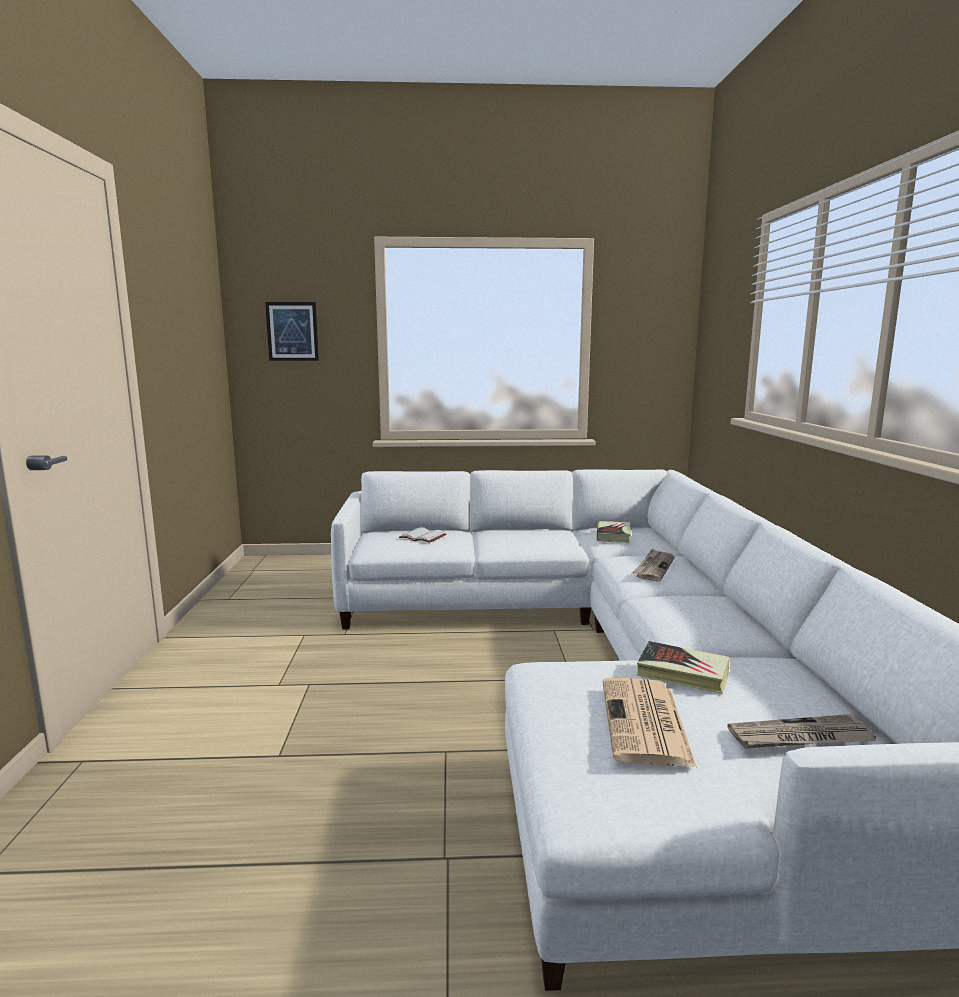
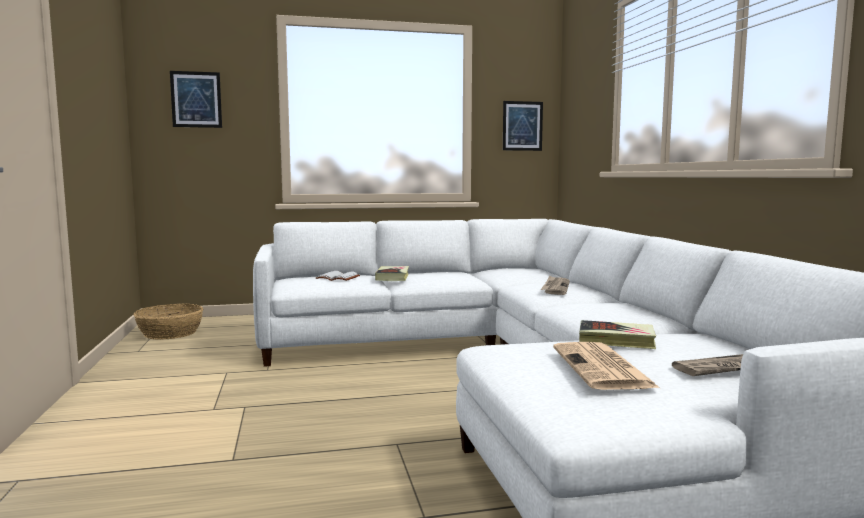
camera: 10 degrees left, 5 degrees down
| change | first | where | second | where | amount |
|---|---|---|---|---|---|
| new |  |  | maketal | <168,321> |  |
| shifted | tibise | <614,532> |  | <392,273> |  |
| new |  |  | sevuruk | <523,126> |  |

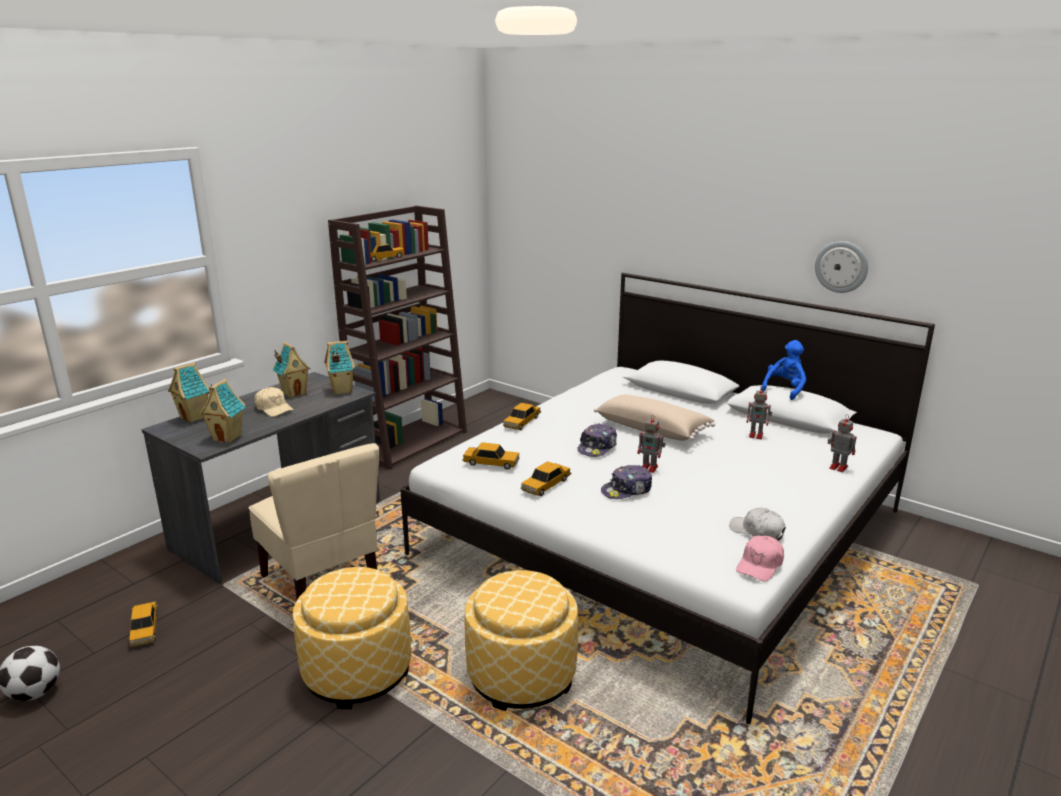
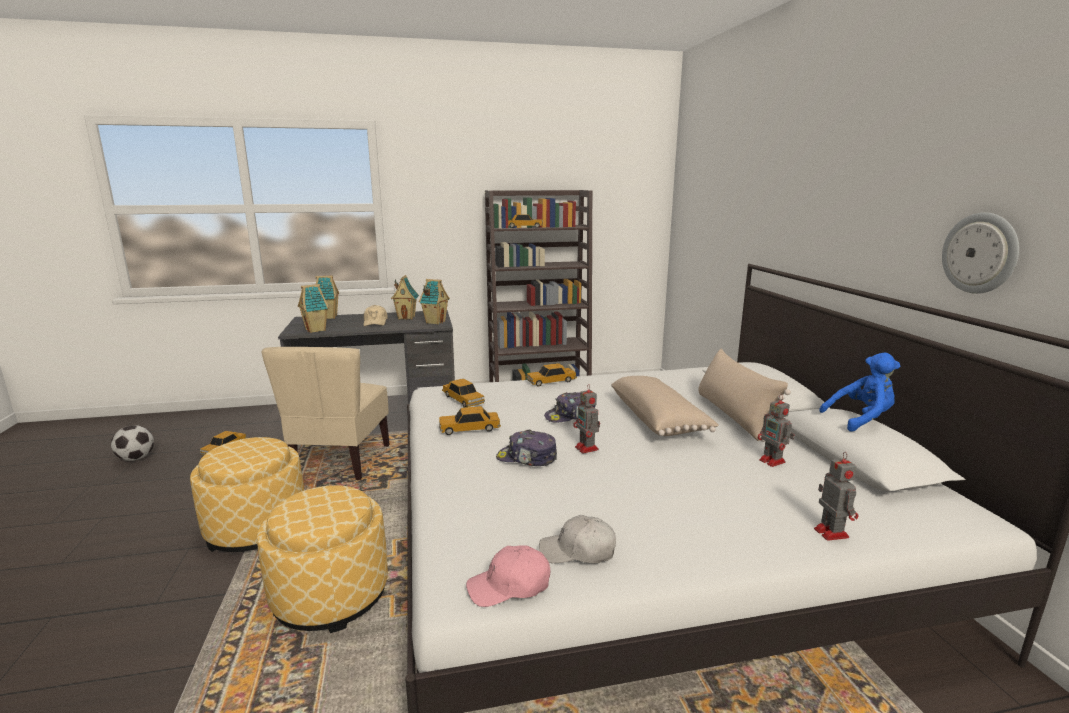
camera: 40 degrees right, 5 degrees down
| change | first | where | second | where | amount |
|---|---|---|---|---|---|
| rotated | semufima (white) | <757,524> |  | <577,539> | 75 degrees counterclockwise |
| new |  |  | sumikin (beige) | <744,395> |  |

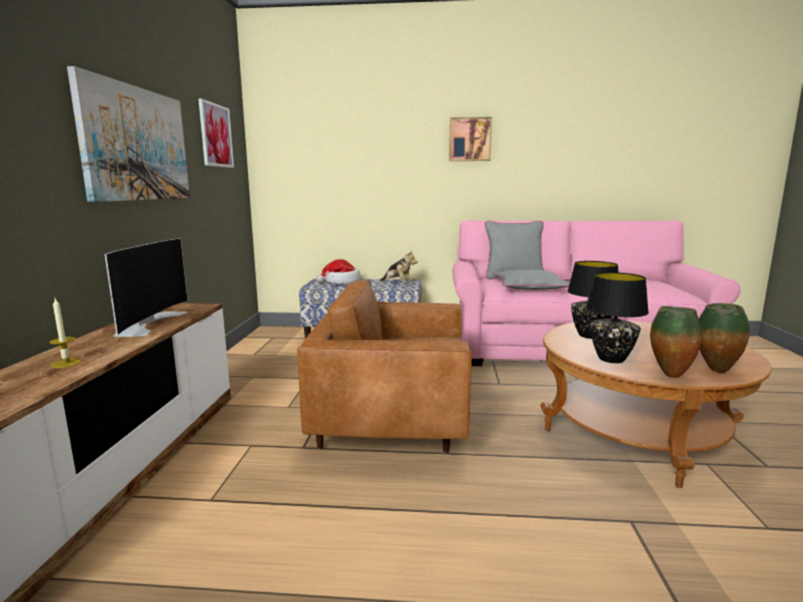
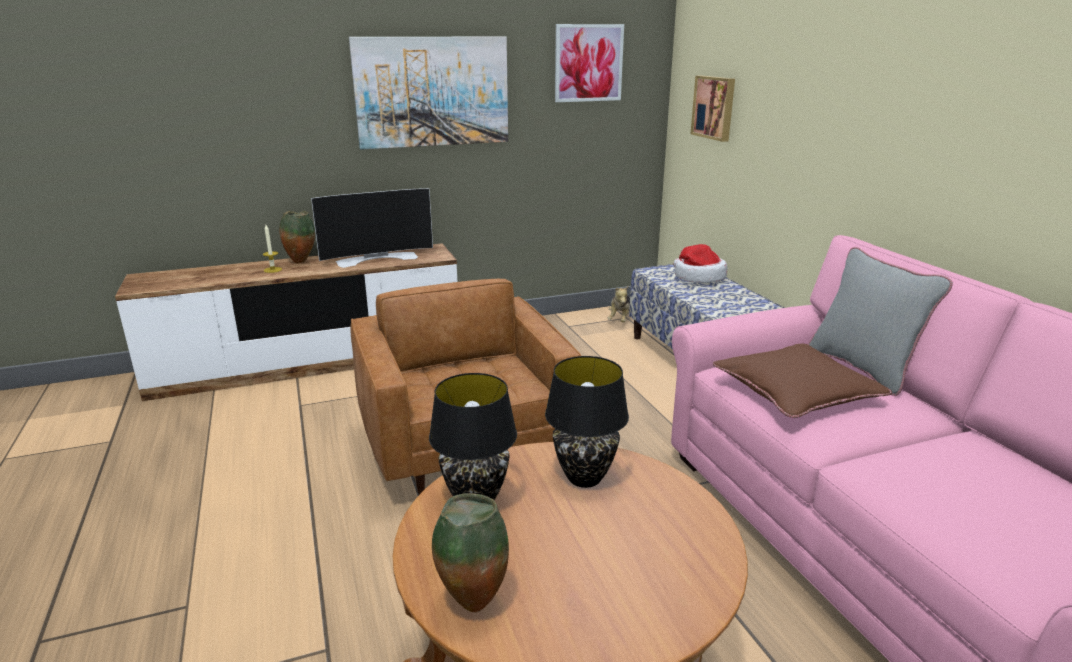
camera: 65 degrees right, 10 degrees up
| change | first | where | second | where | amount |
|---|---|---|---|---|---|
| shifted | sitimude | <676,342> |  | <297,237> |  |
| shifted | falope | <399,266> |  | <619,303> |  |
| shifted | sevuruk | <470,139> |  | <713,109> |  |
| repainted | sumikin (grey) | <532,280> | sumikin (brown) | <802,381> |  |

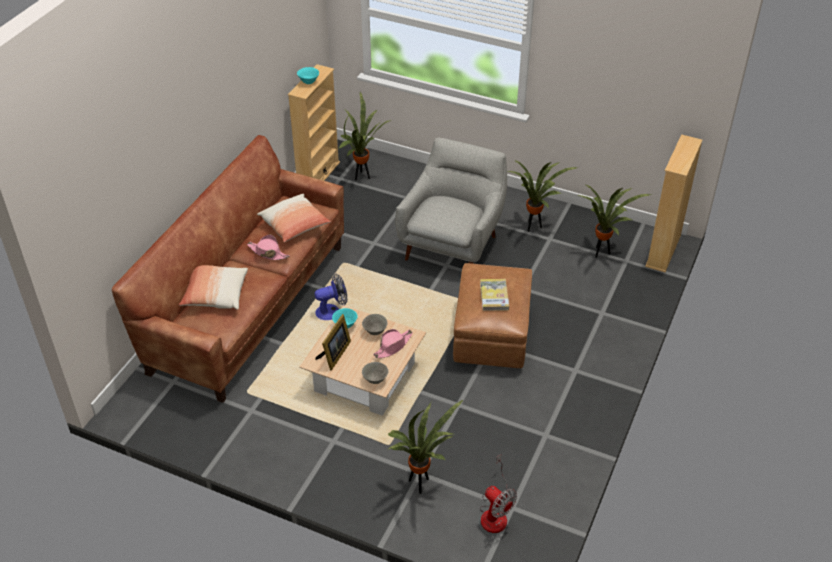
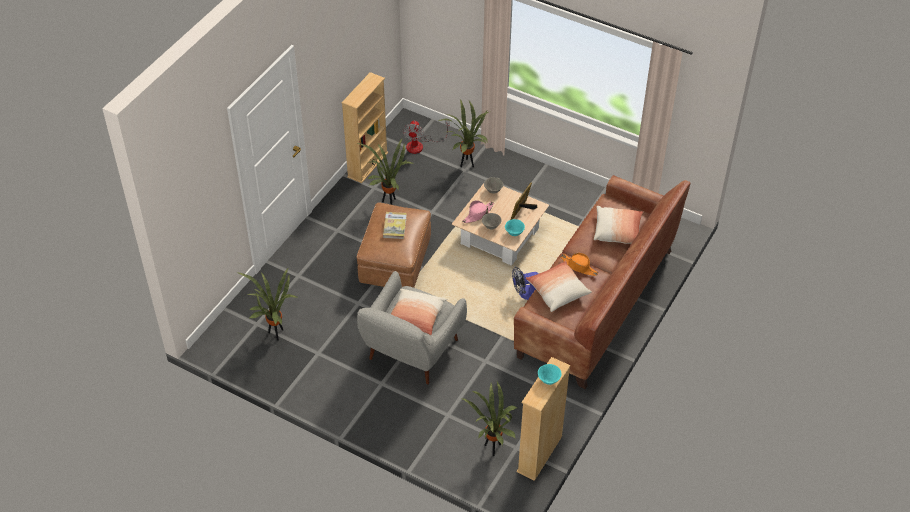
camera: 175 degrees left, 5 degrees up
| change | first | where | second | where | amount |
|---|---|---|---|---|---|
| shifted | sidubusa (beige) | <673,203> |  | <364,127> |  |
| shifted | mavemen | <543,196> |  | <385,172> |  |
| new |  |  | sumikin | <419,312> |  |
| rotated | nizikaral | <498,493> |  | <426,137> | 135 degrees counterclockwise |
| repainted | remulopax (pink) | <268,247> | remulopax (orange) | <579,264> |  |

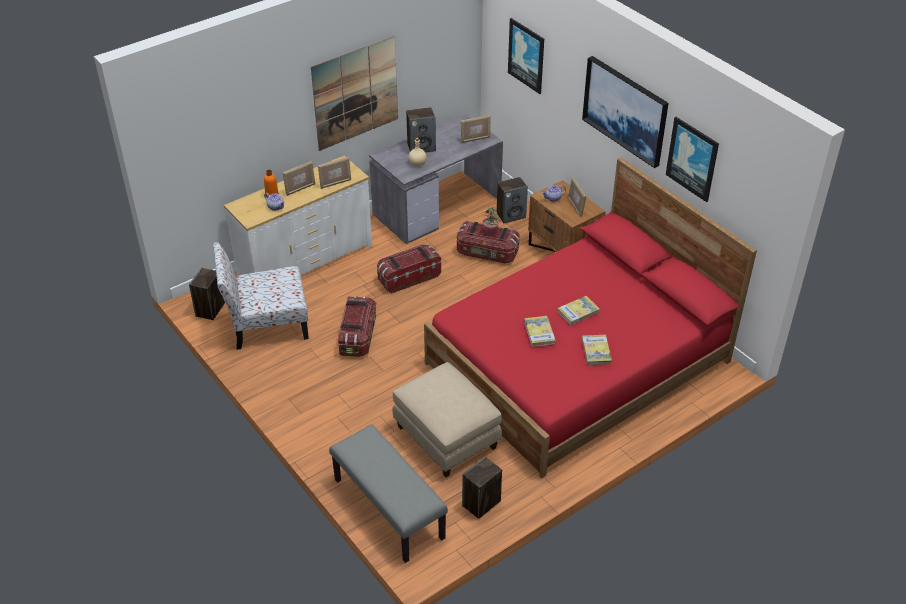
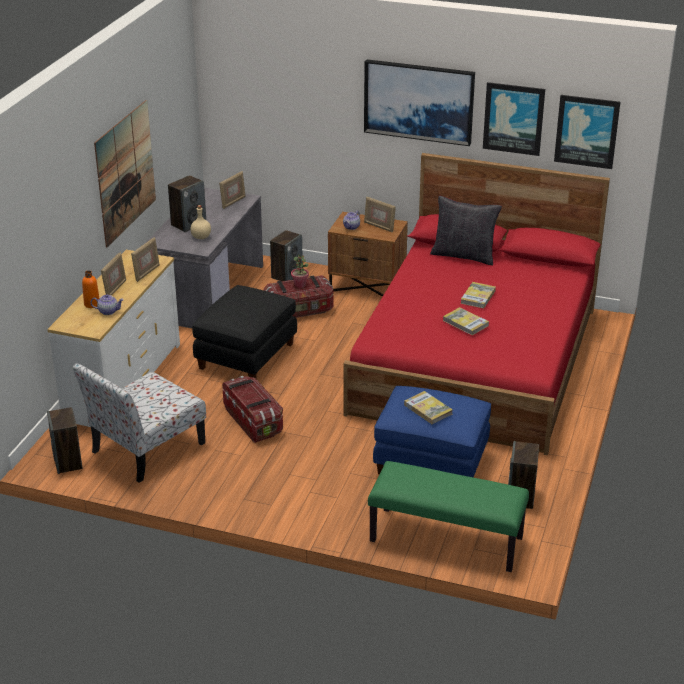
camera: 35 degrees left, 10 degrees down
| change | first | where | second | where | amount |
|---|---|---|---|---|---|
| swapped | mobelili | <409,269> | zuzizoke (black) | <244,331> |  |
| repainted | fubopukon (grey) | <388,493> | fubopukon (green) | <448,516> |  |
| repainted | zuzizoke (beige) | <447,419> | zuzizoke (blue) | <432,431> |  |
| shifted | tibise | <597,350> |  | <428,407> |  |
| new |  |  | sumikin (black) | <466,231> |  |
| shifted | sevuruk | <526,56> |  | <587,132> |  |

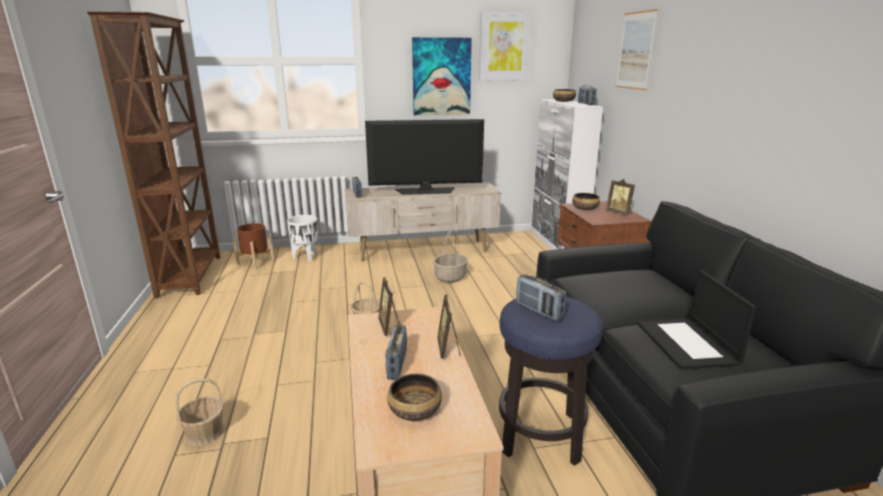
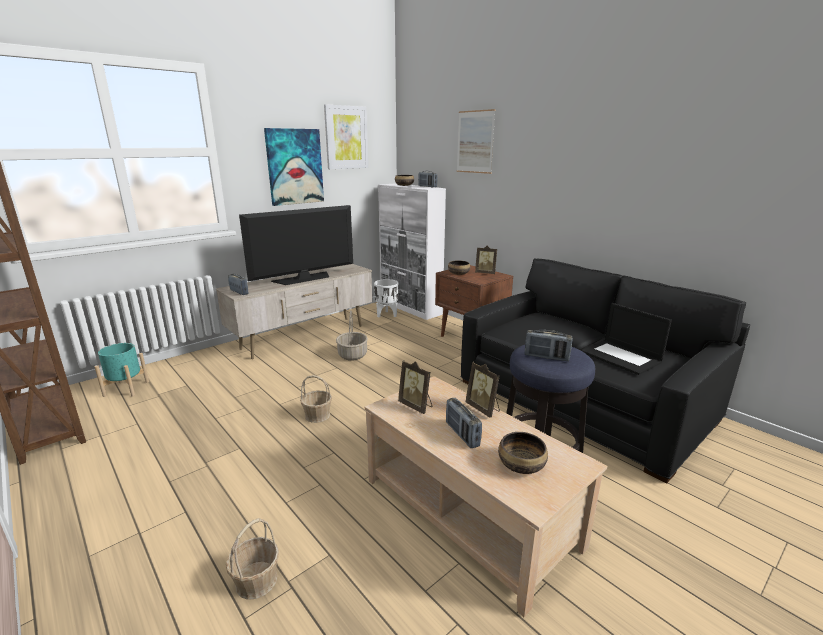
camera: 30 degrees left, 0 degrees up
| change | first | where | second | where | amount |
|---|---|---|---|---|---|
| repainted | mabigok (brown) | <254,246> | mabigok (turquoise) | <122,370> |  |
| shifted | mabigok (white) | <302,238> |  | <386,298> |  |

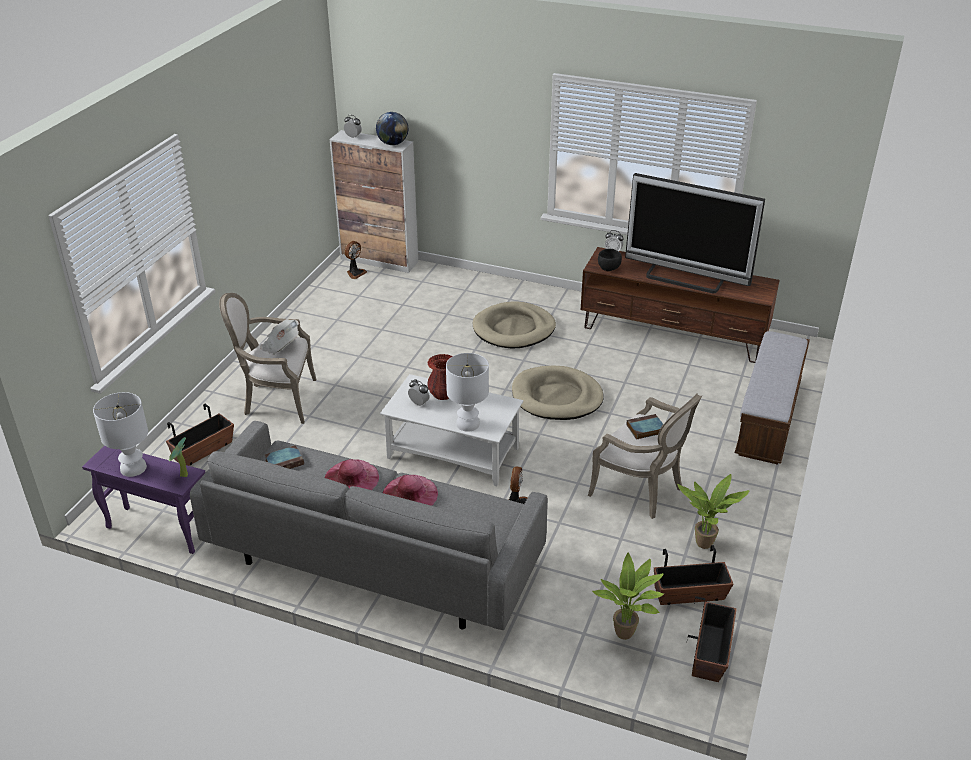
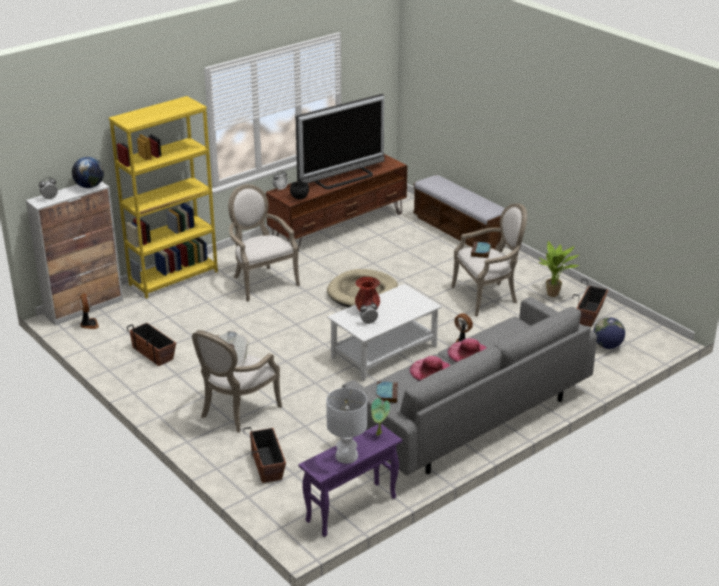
camera: 60 degrees left, 5 degrees down
| change | first | where | second | where | amount |
|---|---|---|---|---|---|
| new |  |  | sidubusa (yellow) | <163,197> |  |
| shifted | mabigok | <712,639> |  | <151,344> |  |
| swapped | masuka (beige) | <514,325> | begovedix | <264,242> |  |
| swapped | mavemen | <628,596> | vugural | <609,333> |  |
| gone | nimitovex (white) | <467,392> |  |  |  |

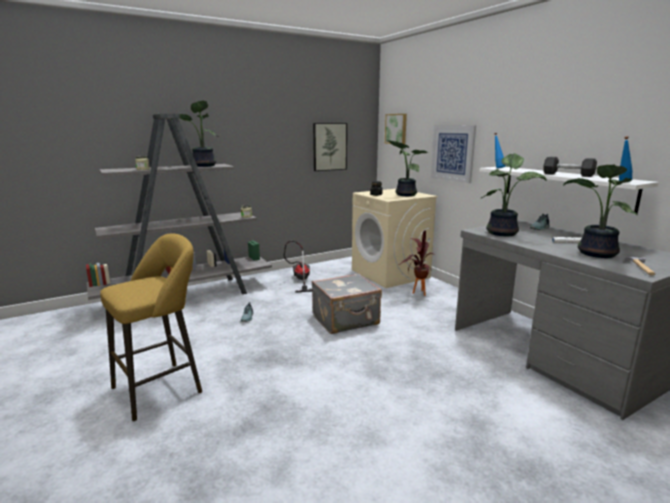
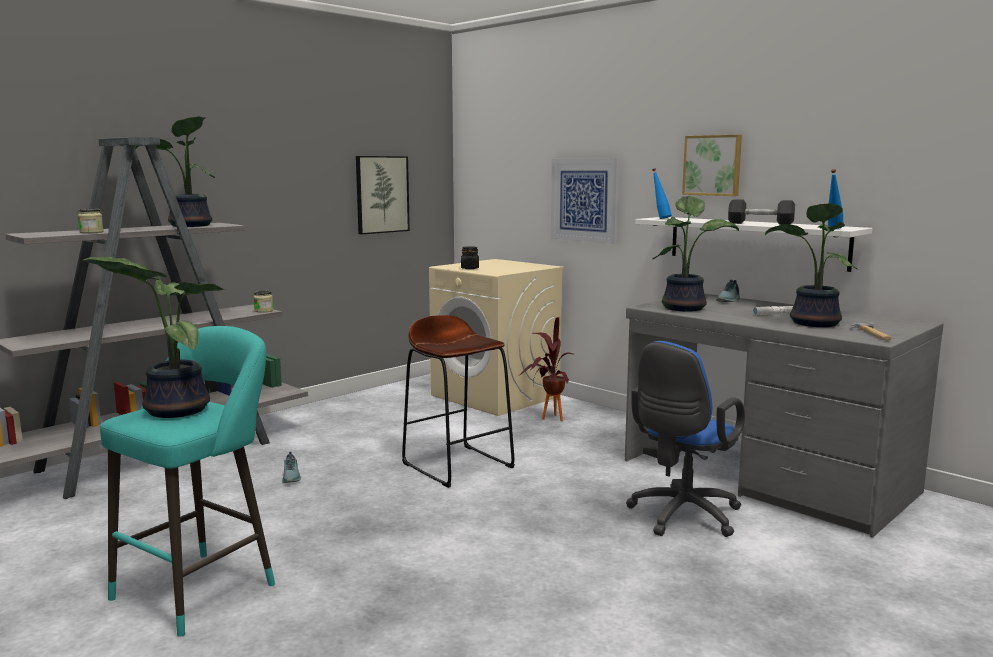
camera: 15 degrees left, 5 degrees down
| change | first | where | second | where | amount |
|---|---|---|---|---|---|
| shifted | mavemen | <407,168> |  | <154,337> |  |
| repainted | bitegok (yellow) | <151,327> | bitegok (turquoise) | <187,481> |  |
| swapped | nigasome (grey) | <347,303> | bitegok (brown) | <458,401> |  |
| new |  |  | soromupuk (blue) | <685,439> |  |
| shifted | sevuruk | <396,129> |  | <712,165> |  |
| gone | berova | <298,267> |  |  |  |

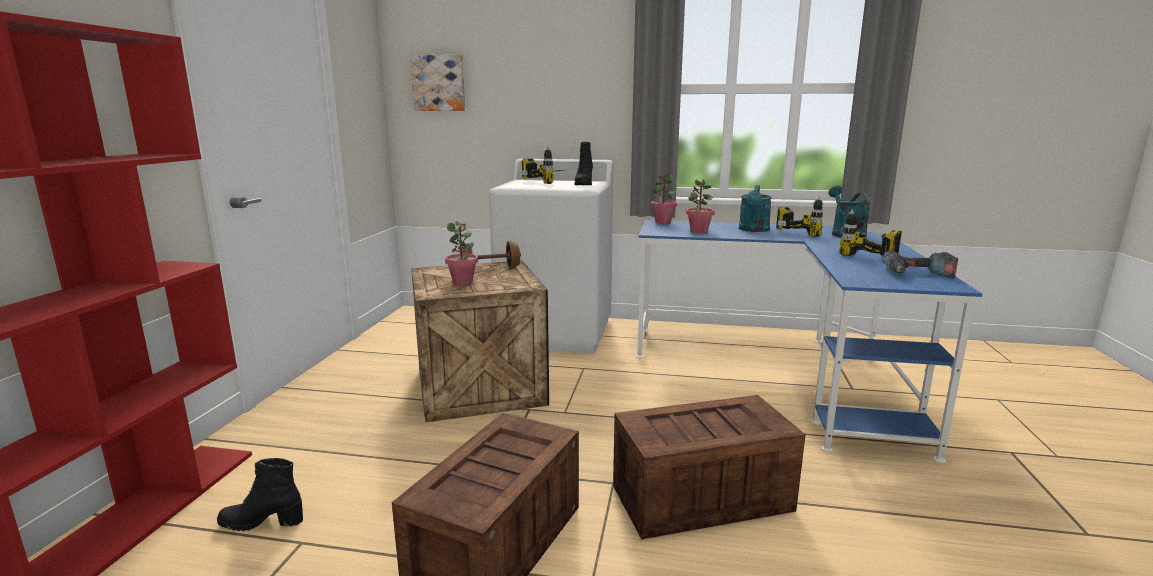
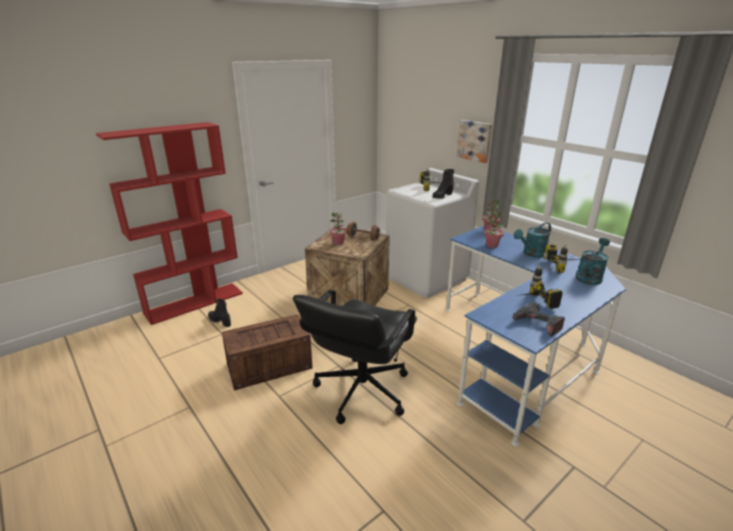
camera: 40 degrees right, 10 degrees up
| change | first | where | second | where | amount |
|---|---|---|---|---|---|
| swapped | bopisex | <709,467> | soromupuk (black) | <355,357> |  |
| shifted | sevuruk | <437,82> |  | <474,141> |  |

